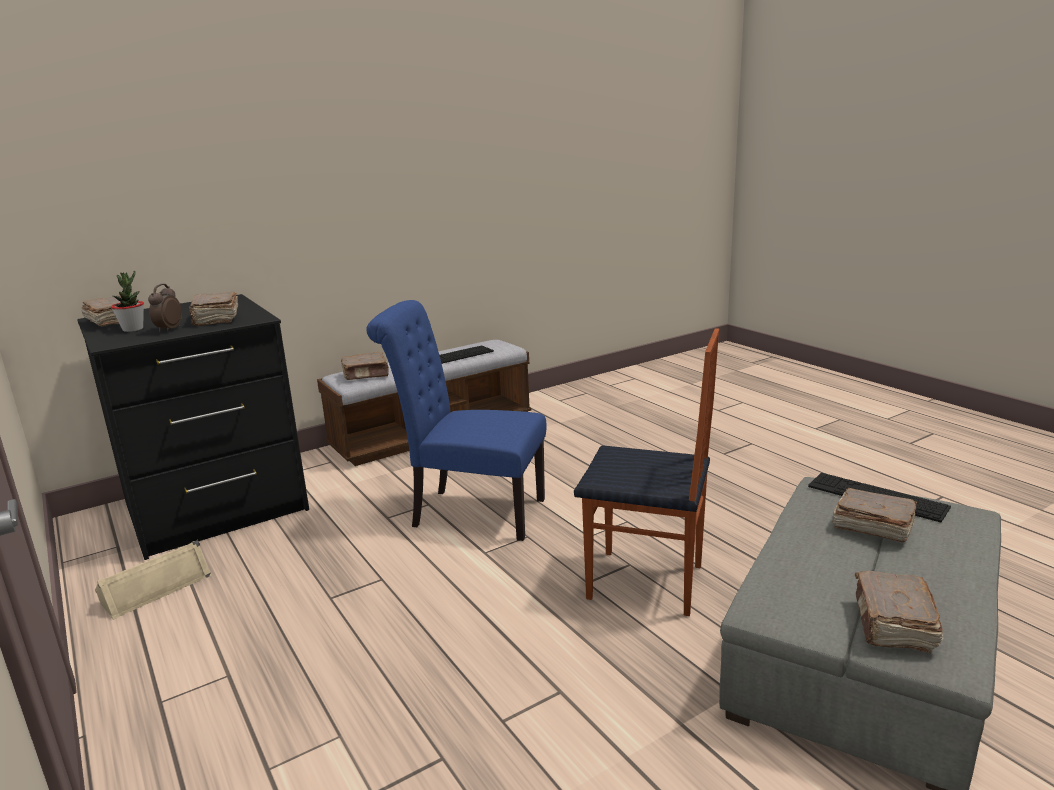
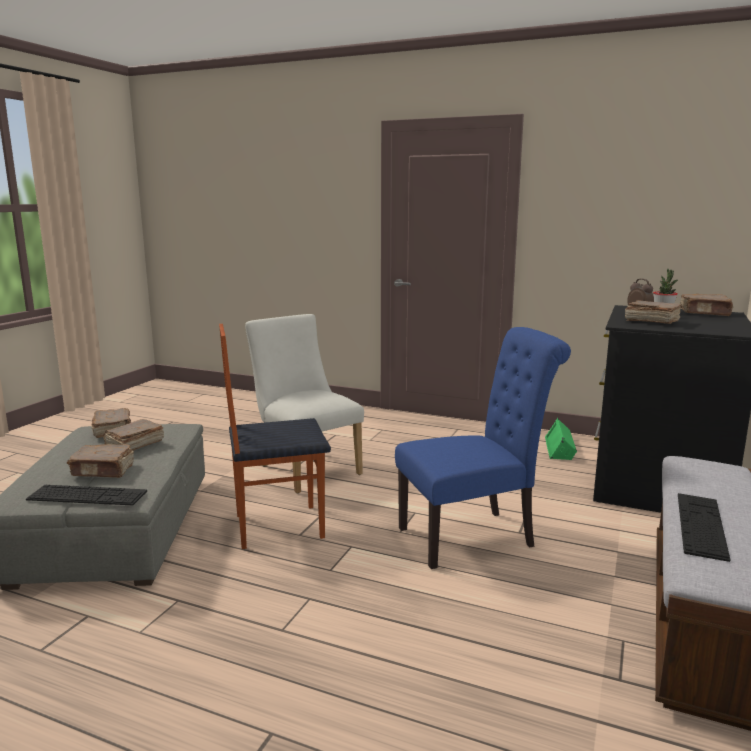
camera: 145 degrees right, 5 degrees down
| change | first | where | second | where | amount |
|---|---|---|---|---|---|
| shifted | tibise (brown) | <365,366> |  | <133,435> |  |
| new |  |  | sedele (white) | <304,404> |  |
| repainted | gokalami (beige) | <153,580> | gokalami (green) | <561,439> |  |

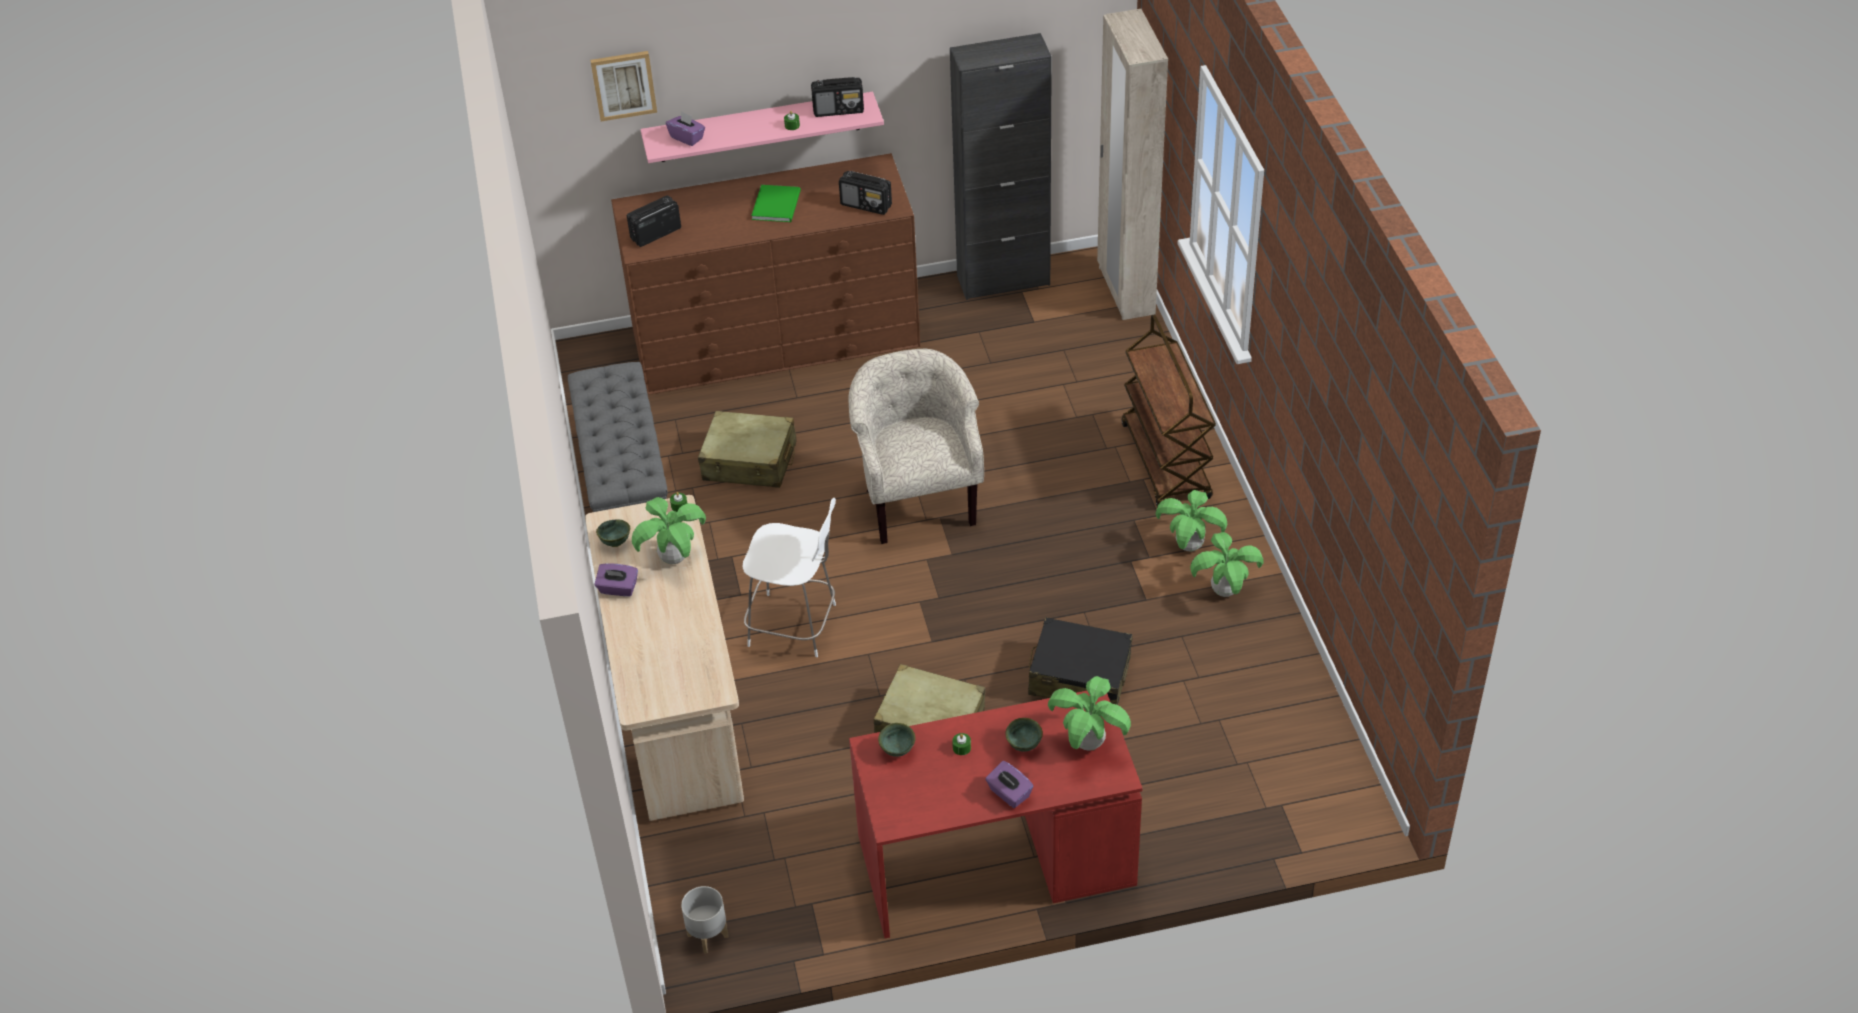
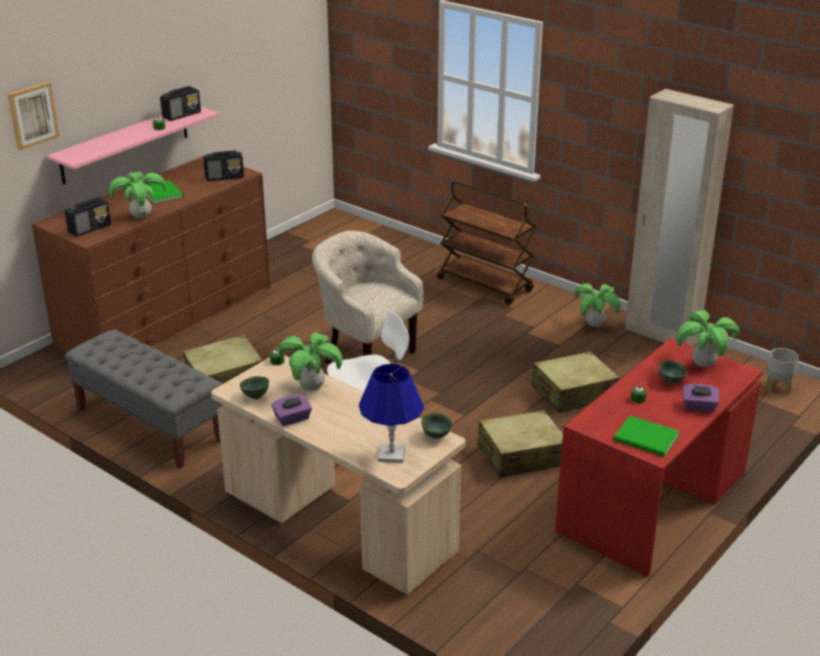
camera: 40 degrees left, 15 degrees down
| change | first | where | second | where | amount |
|---|---|---|---|---|---|
| rotated | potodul | <654,221> |  | <88,217> | 150 degrees counterclockwise |
| shifted | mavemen | <1191,521> |  | <137,194> |  |
| new |  |  | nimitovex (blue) | <391,413> |  |
| shifted | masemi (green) | <897,740> |  | <436,426> |  |
| repainted | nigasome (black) | <1080,661> | nigasome (beige) | <575,382> |  |
| new |  |  | tibise (green) | <647,436> |  |
| shifted | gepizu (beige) | <1132,164> |  | <680,217> |  |
| shifted | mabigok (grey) | <705,919> |  | <783,371> |  |
| gone | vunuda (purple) | <685,129> |  |  |  |
| gone | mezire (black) | <1001,166> |  |  |  |

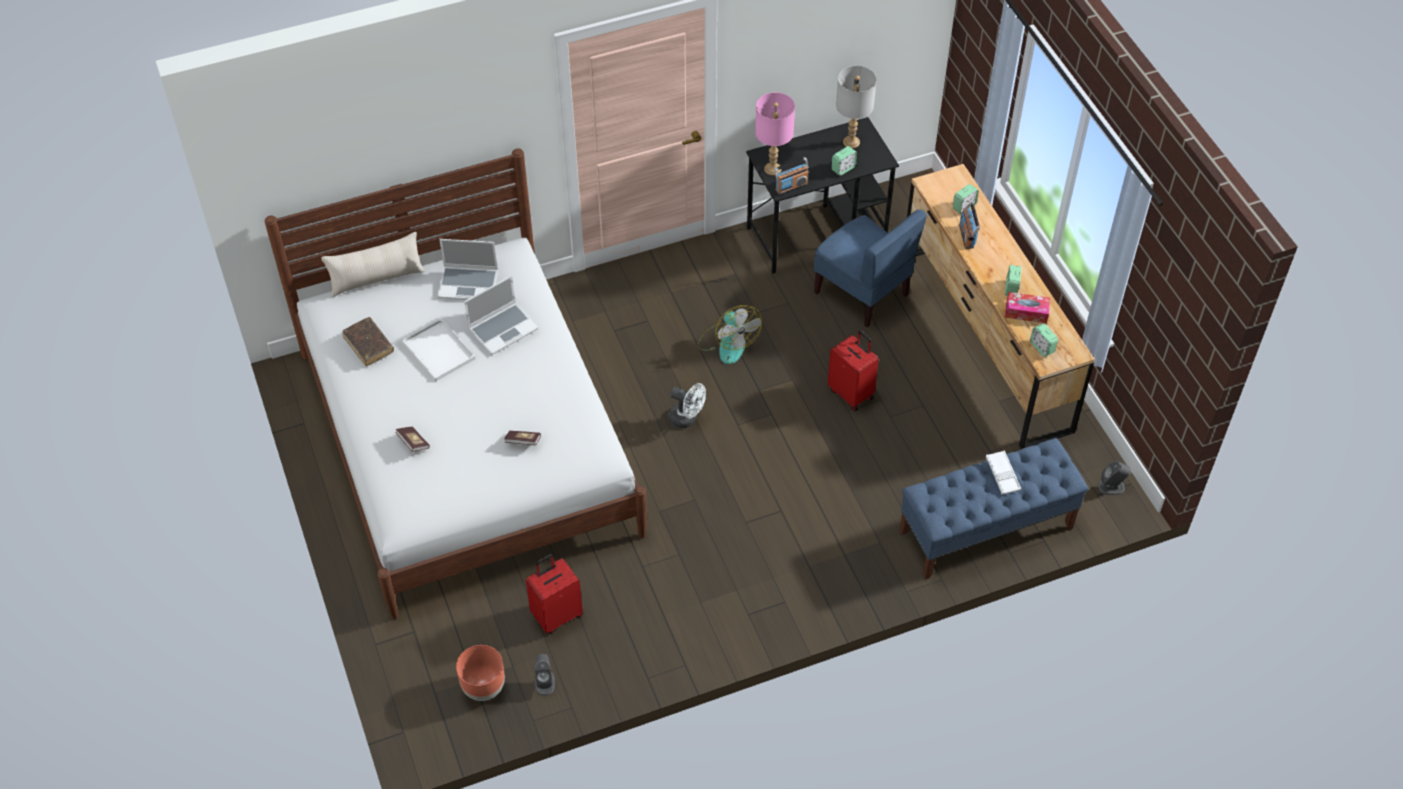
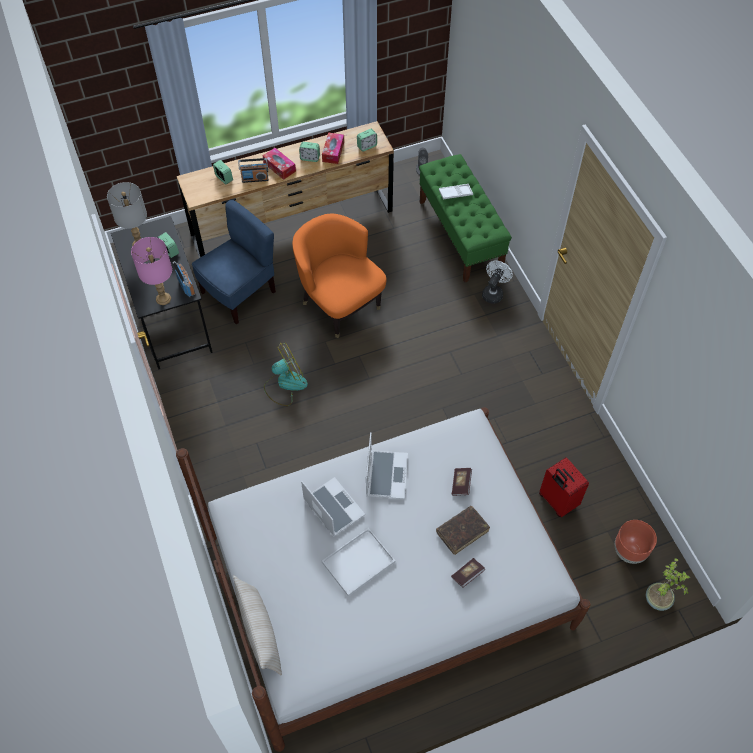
camera: 90 degrees left, 5 degrees up
| change | first | where | second | where | amount |
|---|---|---|---|---|---|
| new |  |  | vunuda | <279,164> |  |
| swapped | nigasome (red) | <853,370> | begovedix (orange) | <339,275> |  |
| shifted | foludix | <467,269> |  | <387,465> |  |
| repainted | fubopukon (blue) | <993,509> | fubopukon (green) | <465,218> |  |
| shifted | tibise (brown) | <368,342> |  | <463,530> |  |
| shifted | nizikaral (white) | <687,405> |  | <497,282> |  |
| new |  |  | mavemen | <668,584> |  |
| gone | gokalami (grey) | <545,675> |  |  |  |

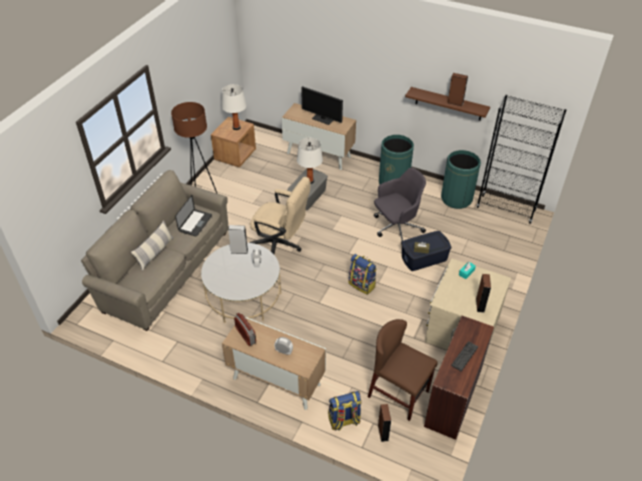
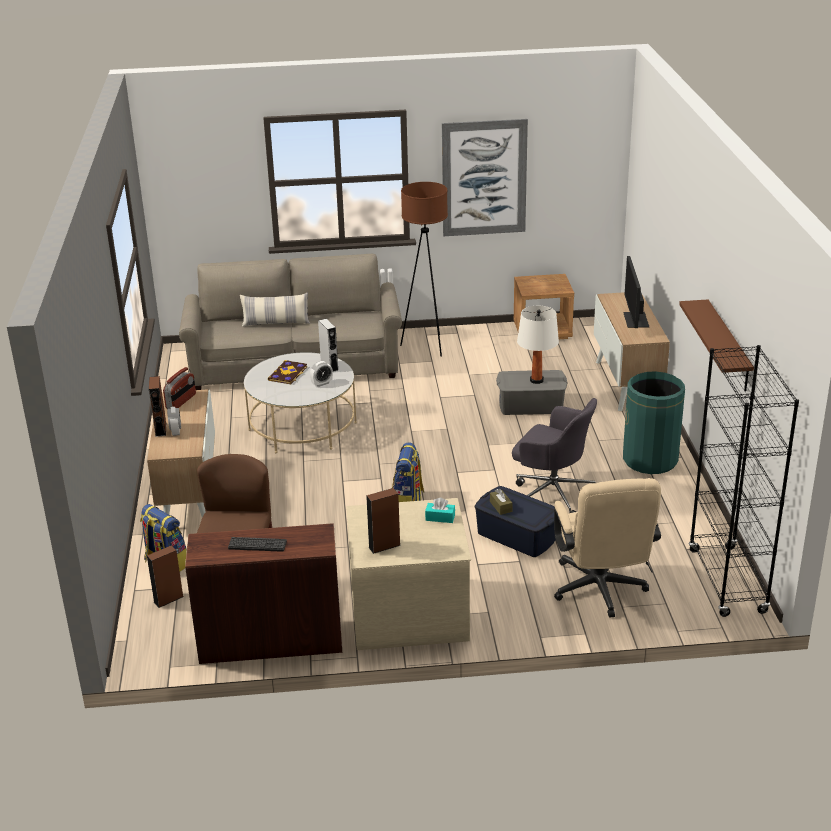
camera: 60 degrees right, 15 degrees down
| change | first | where | second | where | amount |
|---|---|---|---|---|---|
| shifted | gokalami (brown) | <457,89> |  | <157,406> |  |
| new |  |  | tibise | <287,372> |  |
| new |  |  | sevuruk | <485,177> |  |
| shifted | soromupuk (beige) | <279,215> |  | <607,548> |  |
| gone | foludix | <193,216> |  |  |  |
| gone | nimitovex (white) | <234,107> |  |  |  |
| gone | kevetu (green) | <461,179> |  |  |  |

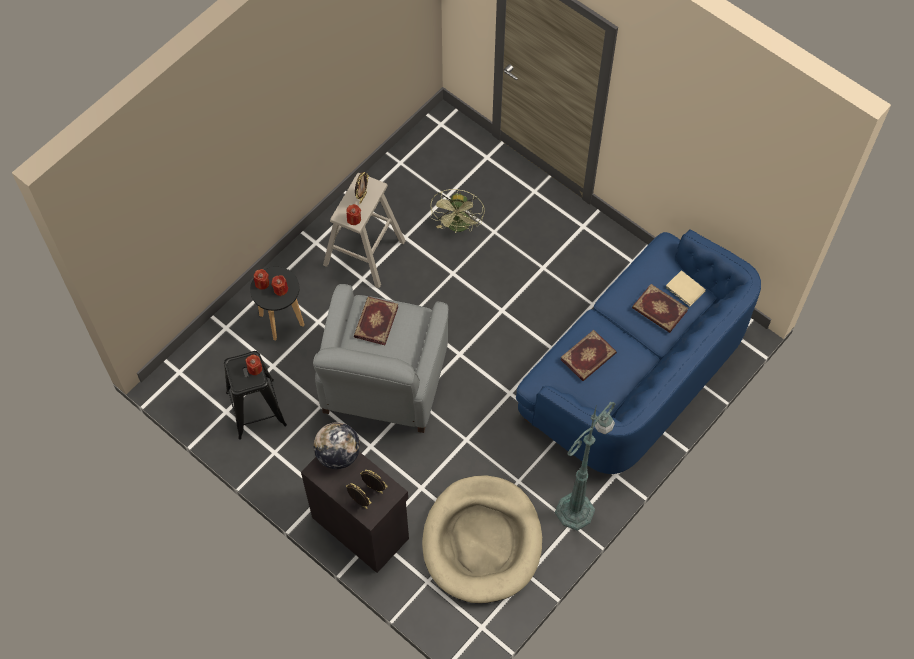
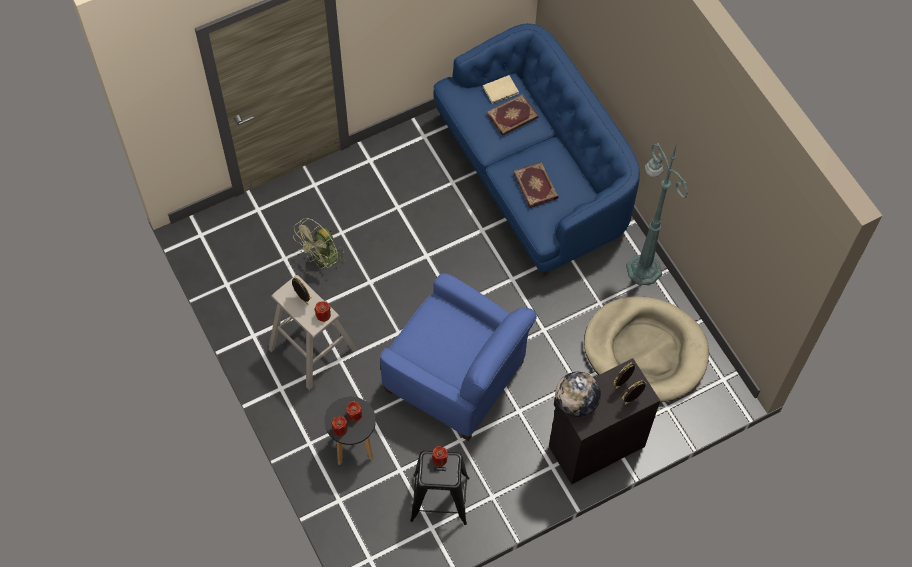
camera: 70 degrees left, 0 degrees up
| change | first | where | second | where | amount |
|---|---|---|---|---|---|
| rotated | nizikaral (green) | <457,211> |  | <319,243> | 105 degrees clockwise |
| repainted | begovedix (grey) | <380,358> | begovedix (blue) | <458,357> |  |
| gone | tibise | <376,320> |  |  |  |

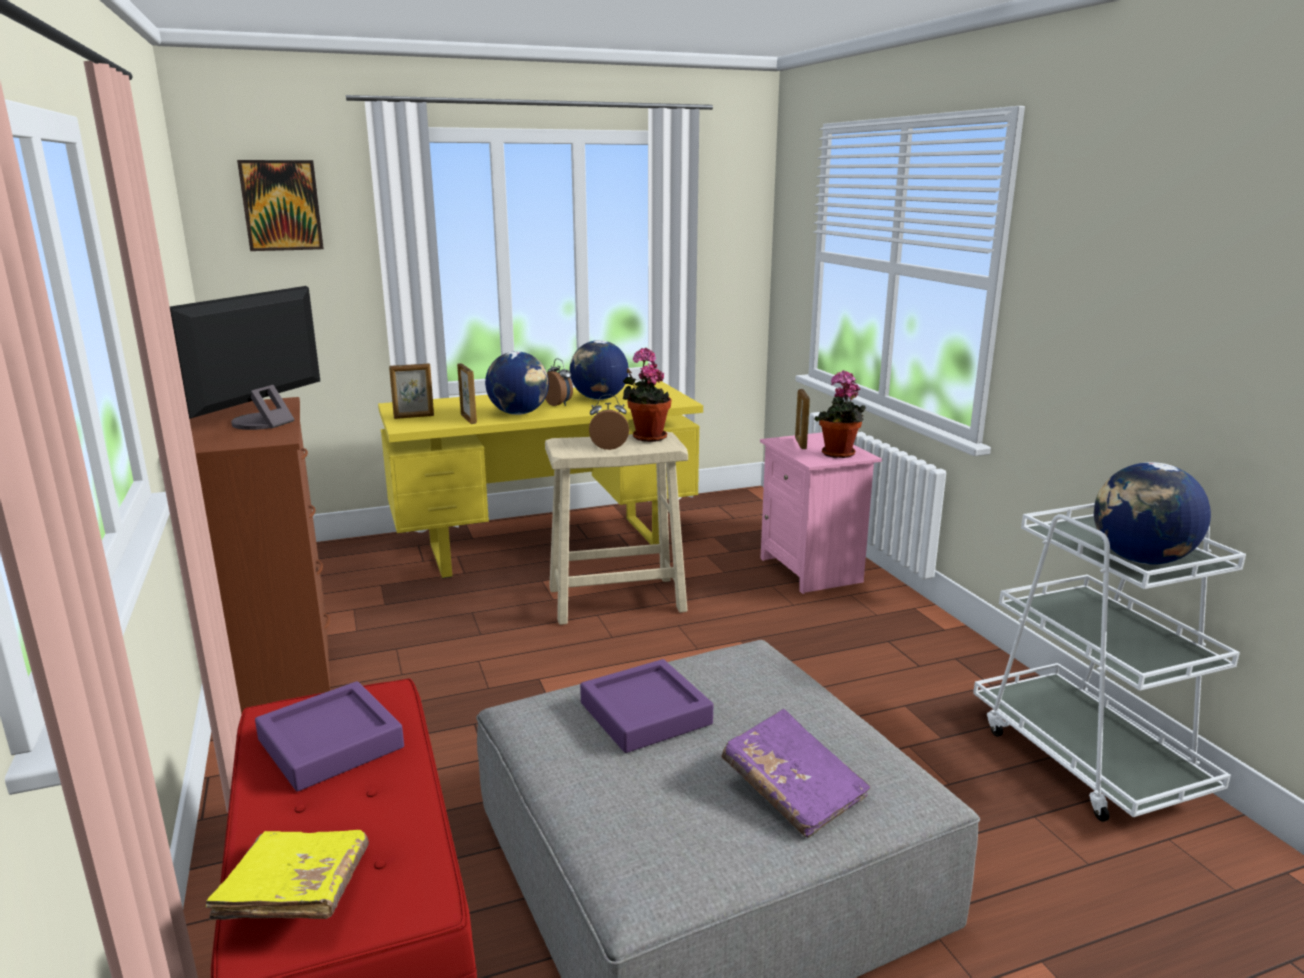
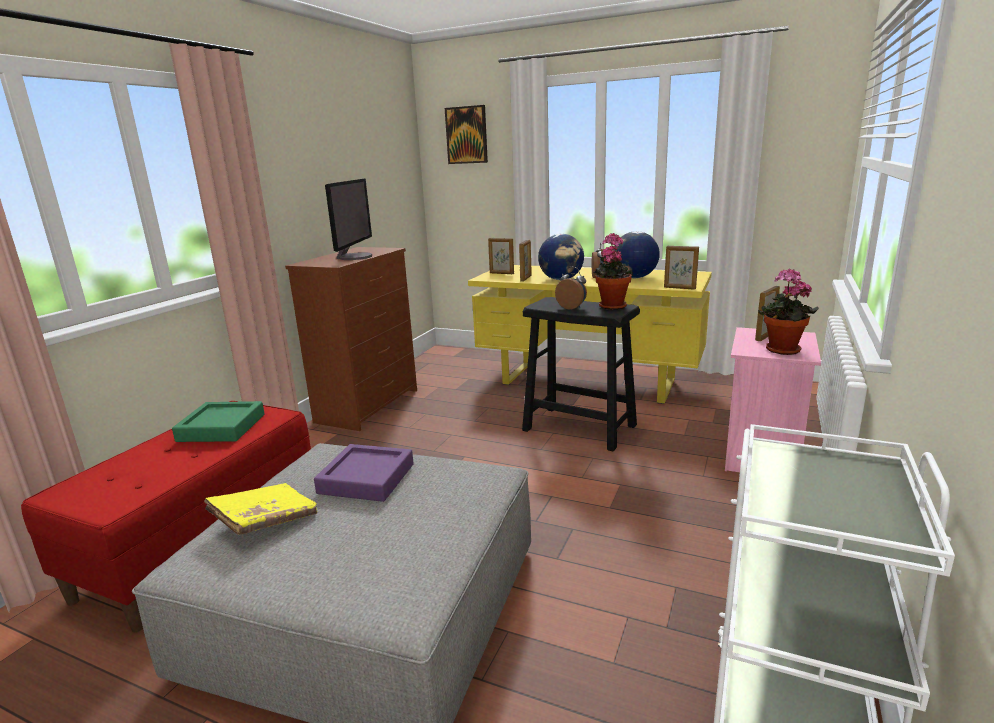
camera: 45 degrees right, 0 degrees up
| change | first | where | second | where | amount |
|---|---|---|---|---|---|
| repainted | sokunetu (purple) | <329,736> | sokunetu (green) | <218,421> |  |
| shifted | tibise (yellow) | <287,875> |  | <260,509> |  |
| rotated | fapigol | <245,358> |  | <348,219> | 120 degrees clockwise |
| repainted | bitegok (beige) | <616,528> | bitegok (black) | <581,374> |  |
| new |  |  | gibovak | <681,268> |  |
| gone | tibise (purple) | <795,773> |  |  |  |
| gone | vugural | <1152,513> |  |  |  |

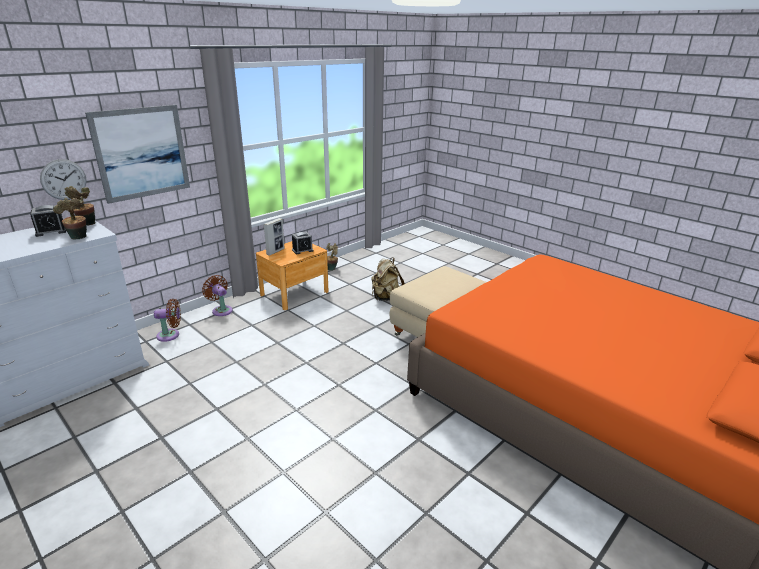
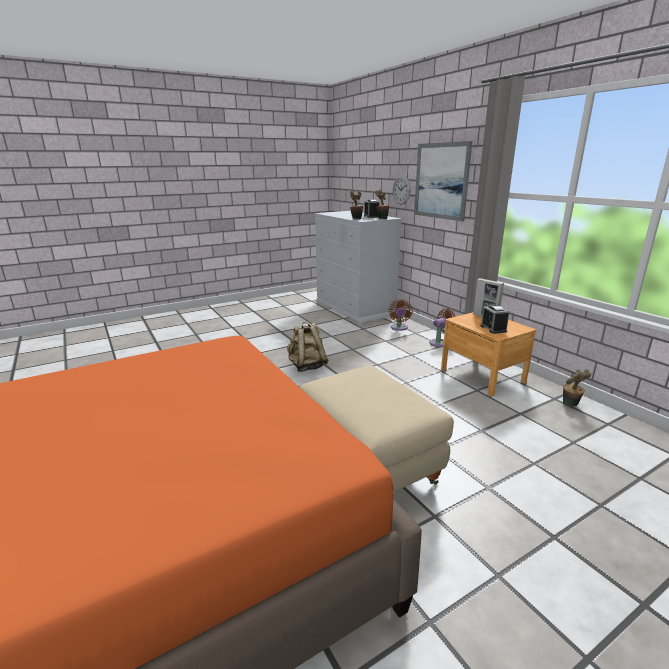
camera: 105 degrees right, 5 degrees down
| change | first | where | second | where | amount |
|---|---|---|---|---|---|
| shifted | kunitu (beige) | <388,279> |  | <308,347> |  |

